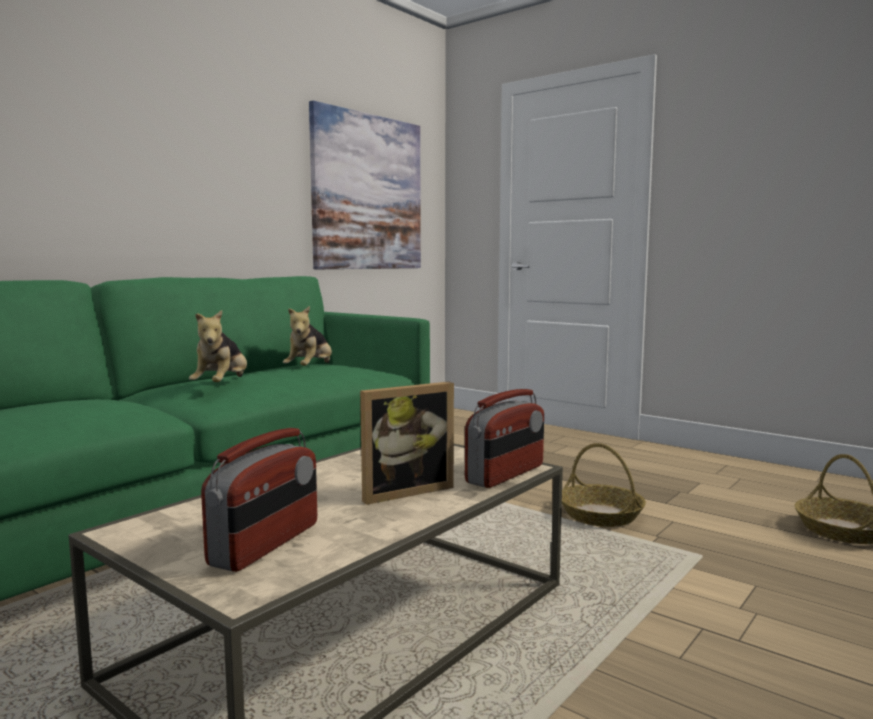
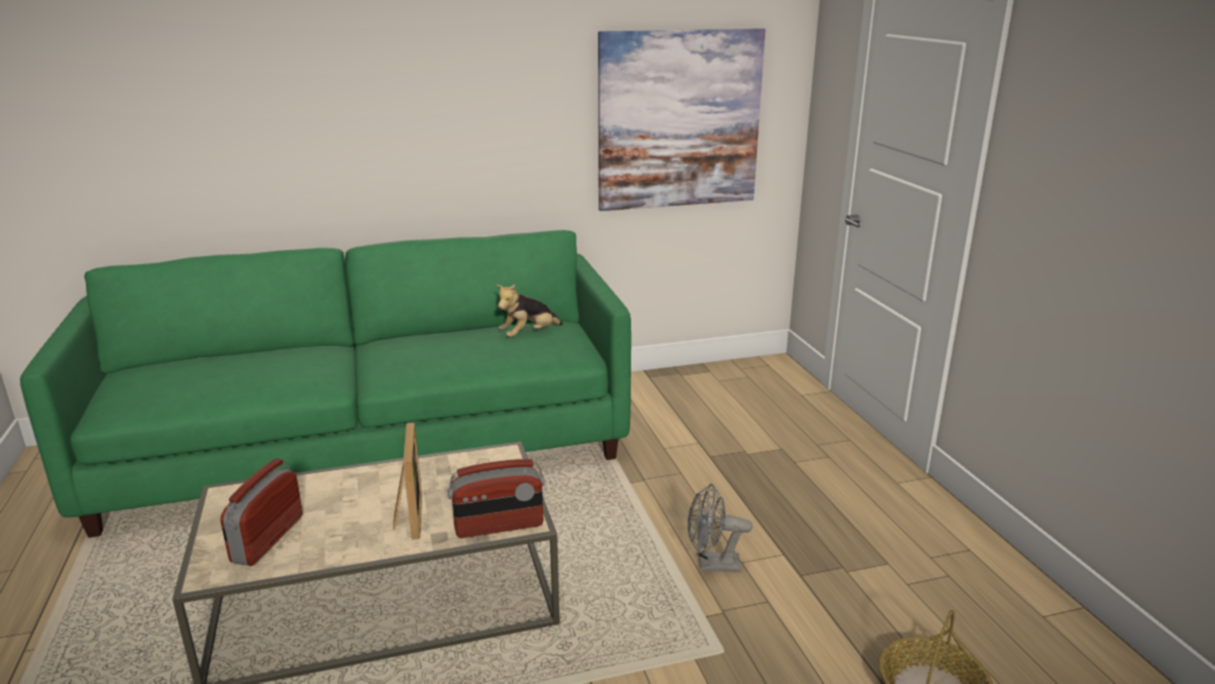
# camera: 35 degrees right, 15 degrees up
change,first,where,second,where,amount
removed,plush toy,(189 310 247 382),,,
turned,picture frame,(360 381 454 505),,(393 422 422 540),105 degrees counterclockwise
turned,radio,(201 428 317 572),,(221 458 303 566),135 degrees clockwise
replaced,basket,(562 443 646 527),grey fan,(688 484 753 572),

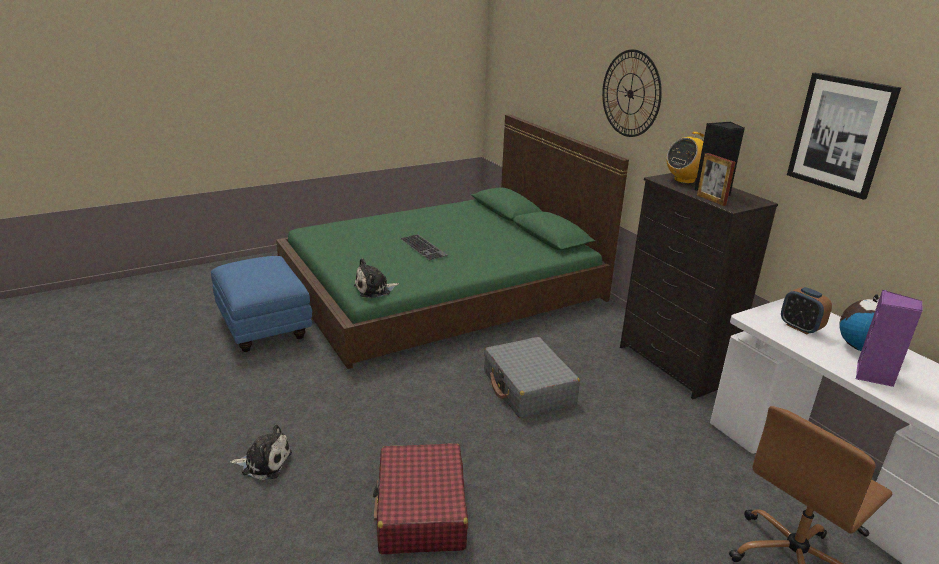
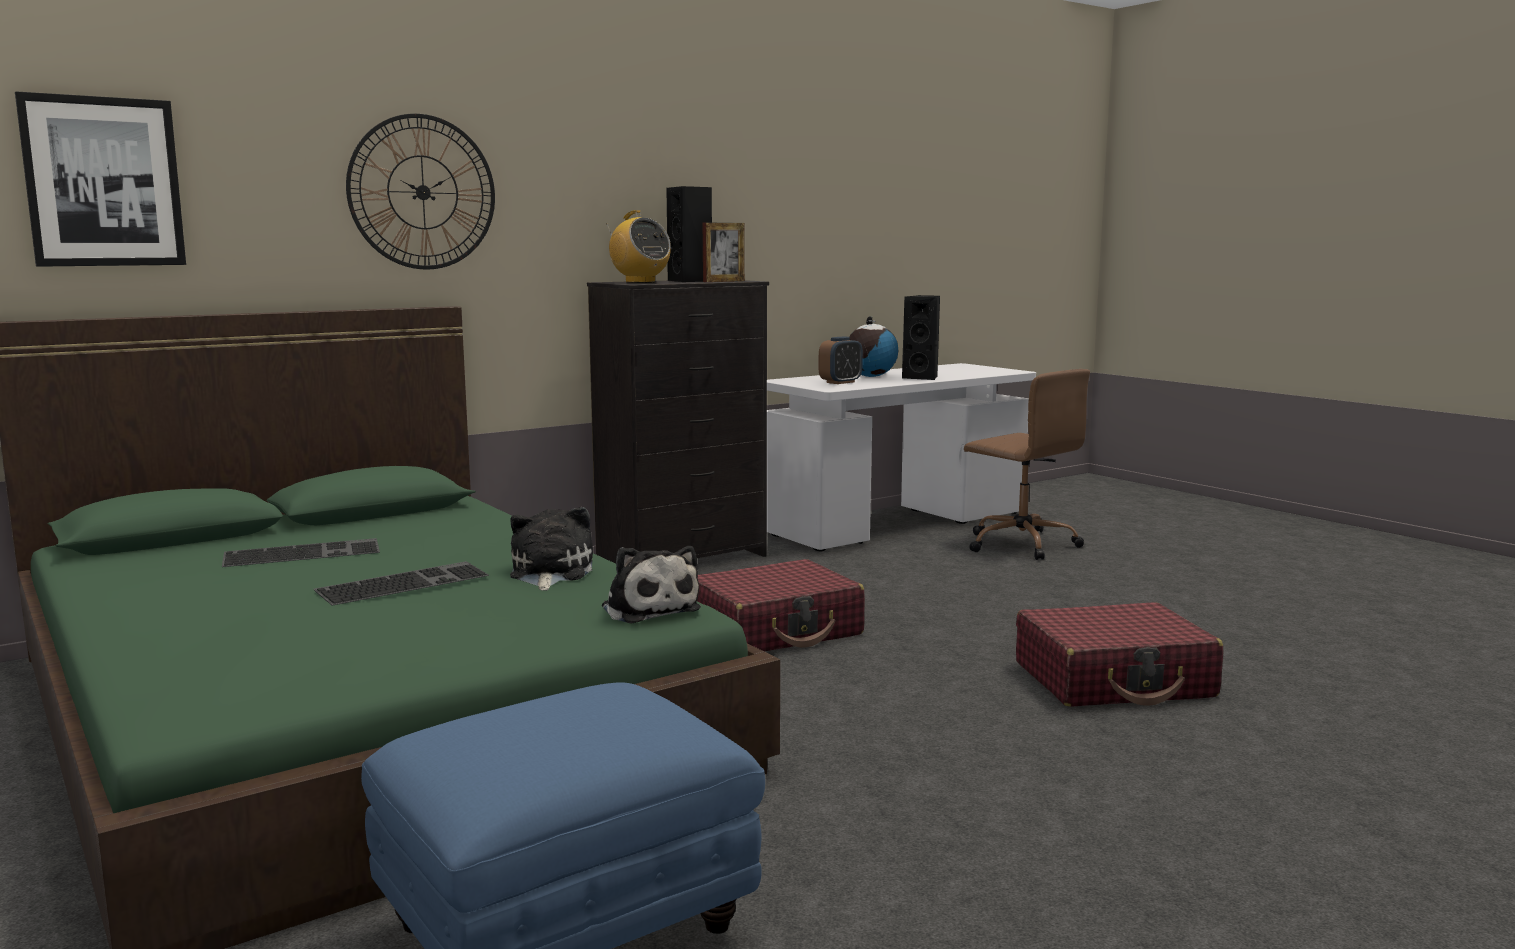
# camera: 95 degrees left, 15 degrees down
change,first,where,second,where,amount
moved,picture,(787 73 901 200),,(15 91 186 267),
recoloured,purple speaker,(856 290 923 387),black speaker,(902 295 940 380),
recoloured,grey suitcase,(484 337 580 418),red suitcase,(697 559 865 652),
moved,plush toy,(230 425 292 480),,(510 507 593 591),
added,,,keyboard,(222 538 380 567),

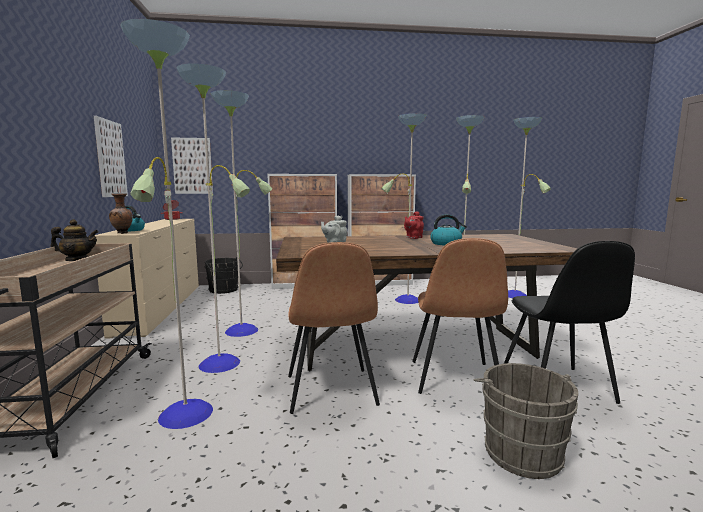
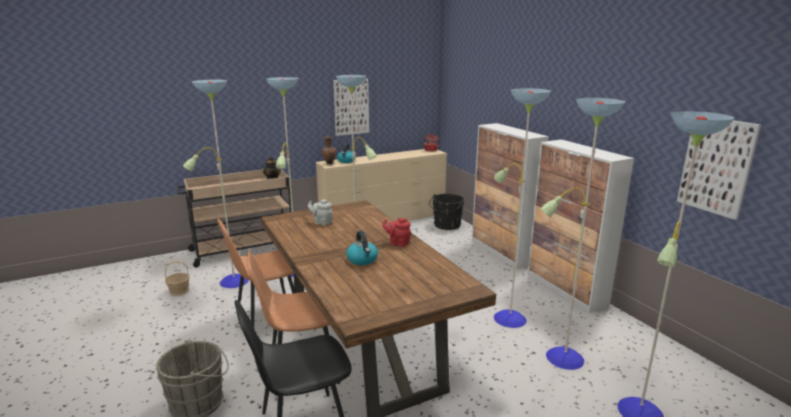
# camera: 70 degrees right, 10 degrees up
change,first,where,second,where,amount
moved,picture,(171 138 213 194),,(677 120 761 220),
added,,,basket,(165 261 190 296),

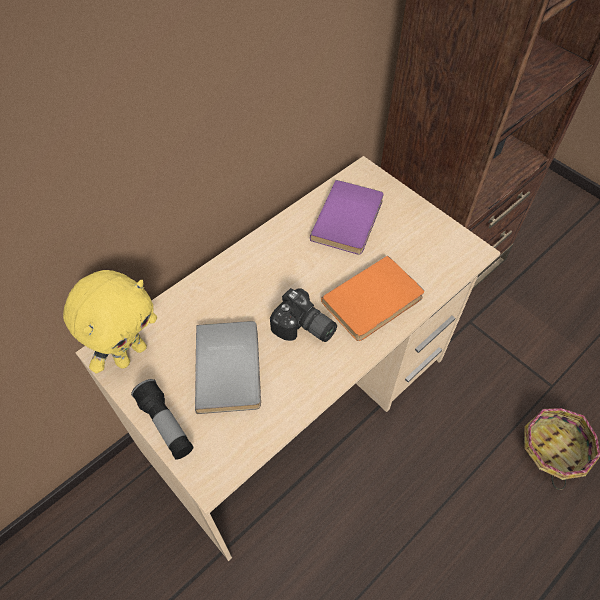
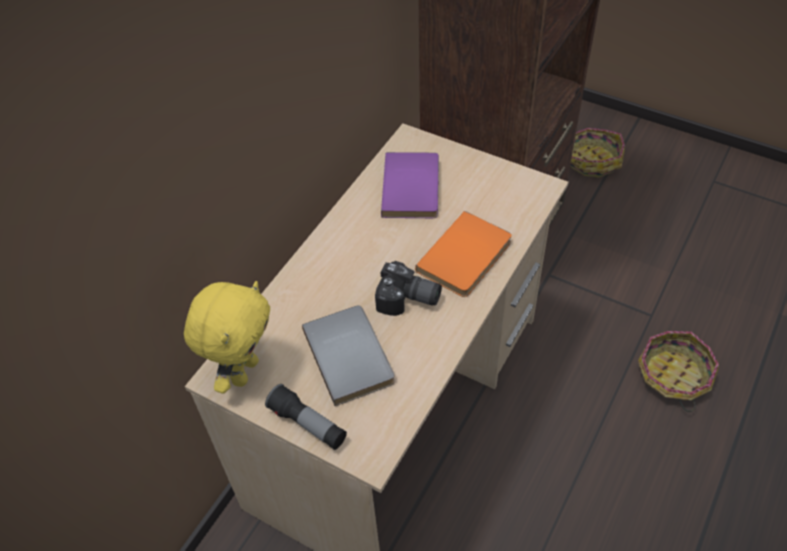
# camera: 15 degrees left, 5 degrees down
change,first,where,second,where,amount
added,,,basket,(570 128 625 178),

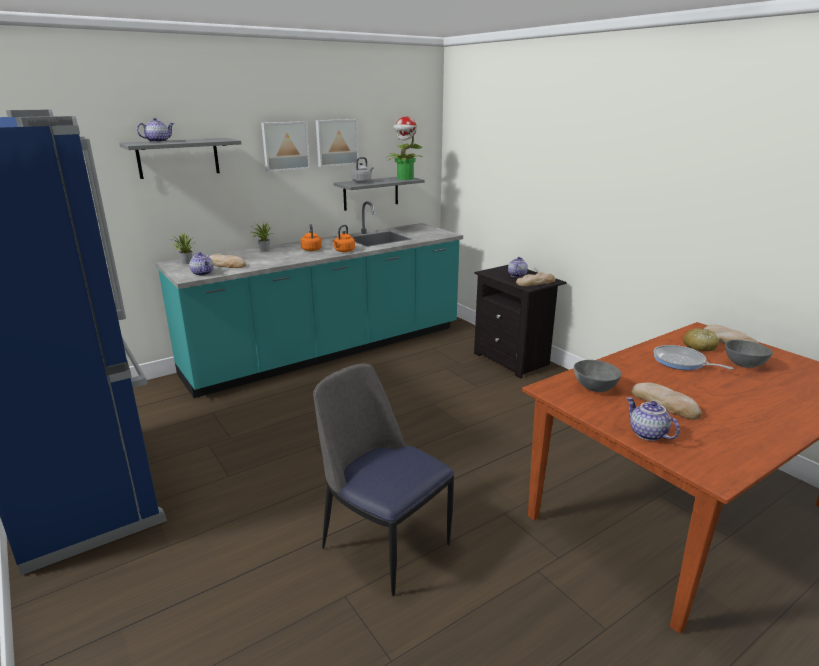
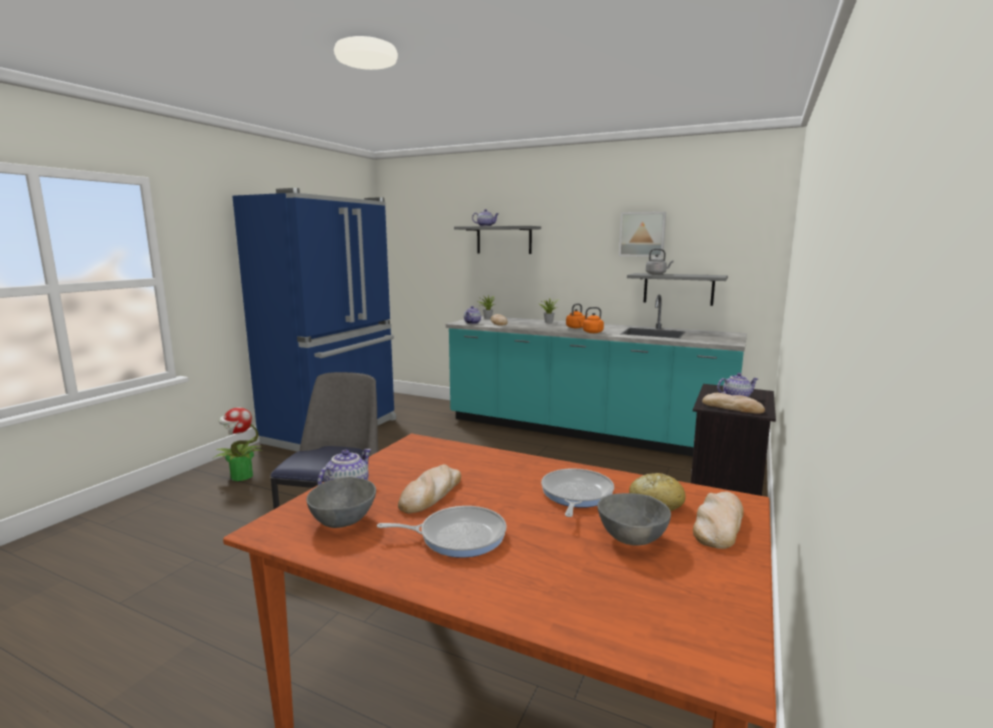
# camera: 60 degrees right, 10 degrees down
change,first,where,second,where,amount
moved,potted plant,(386 116 423 180),,(214 407 262 481),
removed,picture,(261 121 310 172),,,
moved,grey bowl,(574 360 621 392),,(307 477 376 528),
added,,,frying pan,(377 506 506 558),

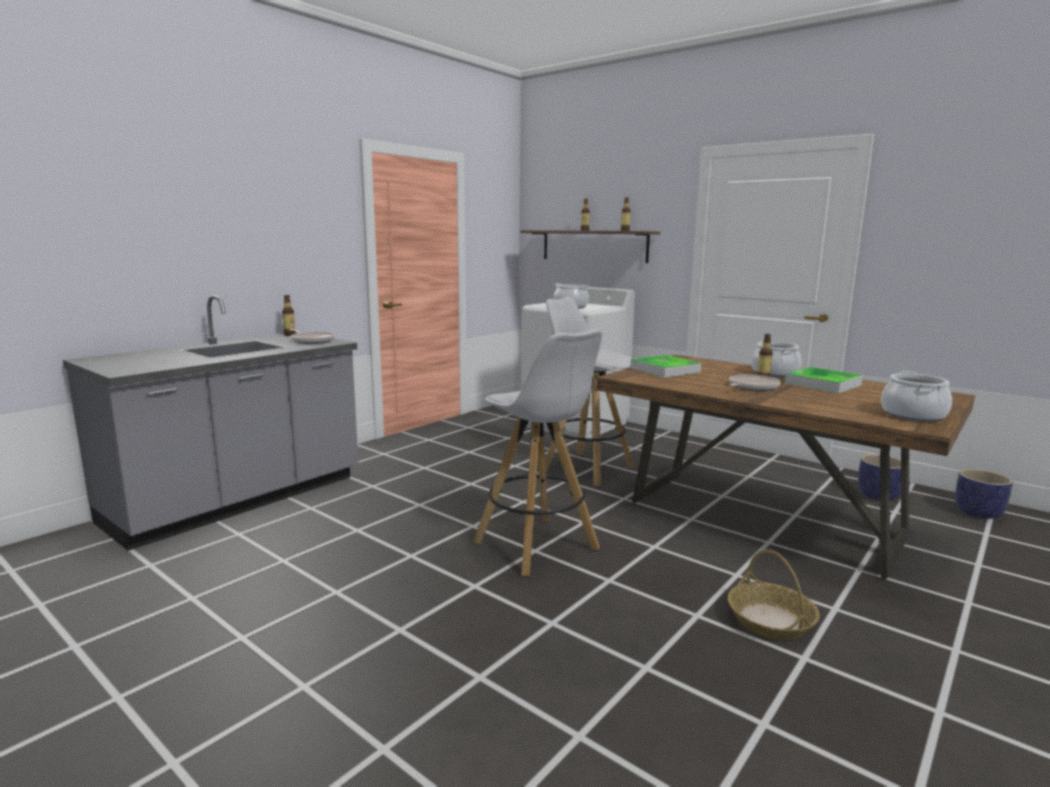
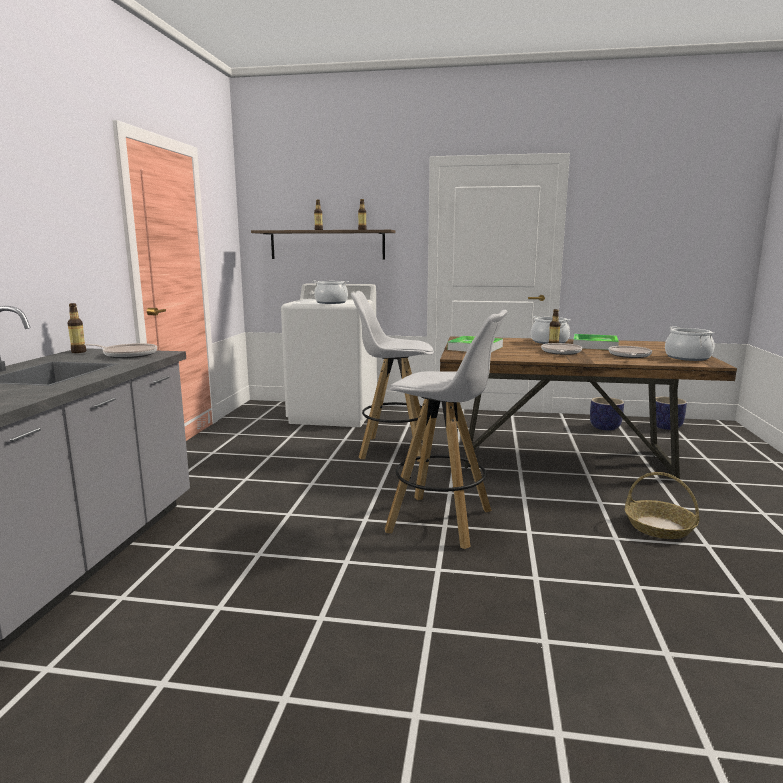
# camera: 30 degrees left, 0 degrees up
change,first,where,second,where,amount
added,,,frying pan,(608 346 652 358),

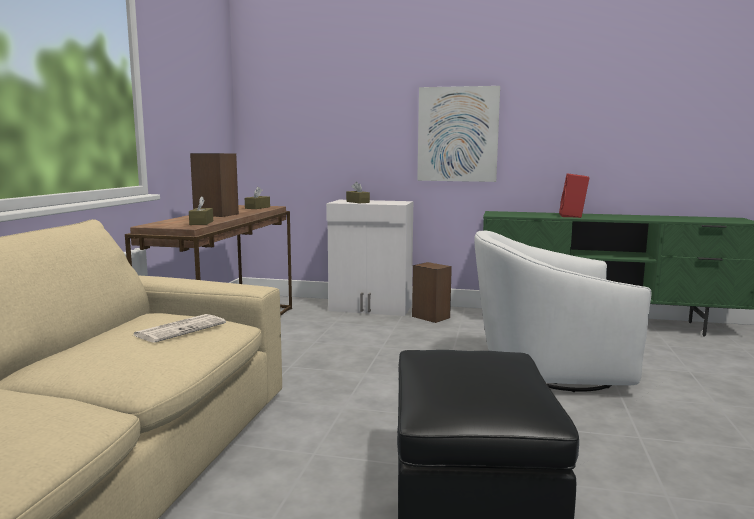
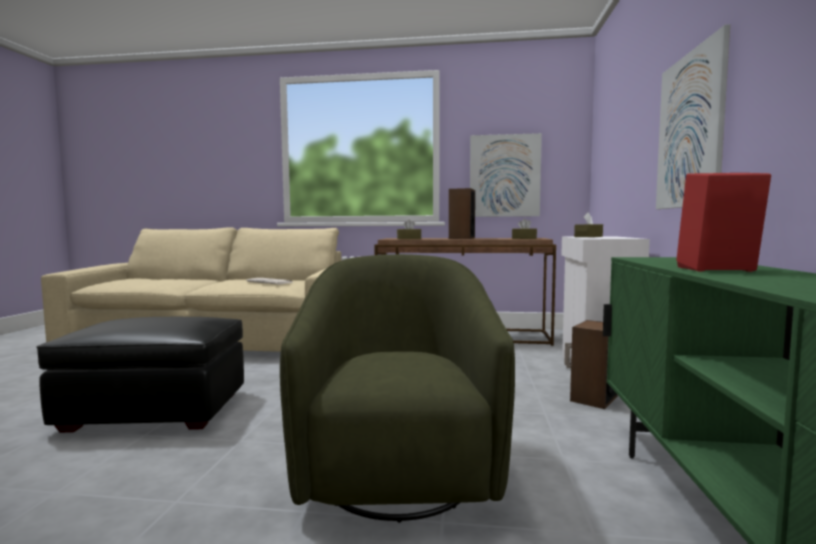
# camera: 85 degrees right, 5 degrees down
change,first,where,second,where,amount
recoloured,white armchair,(474 231 652 392),green armchair,(280 254 515 523),
added,,,picture,(470 133 542 217),

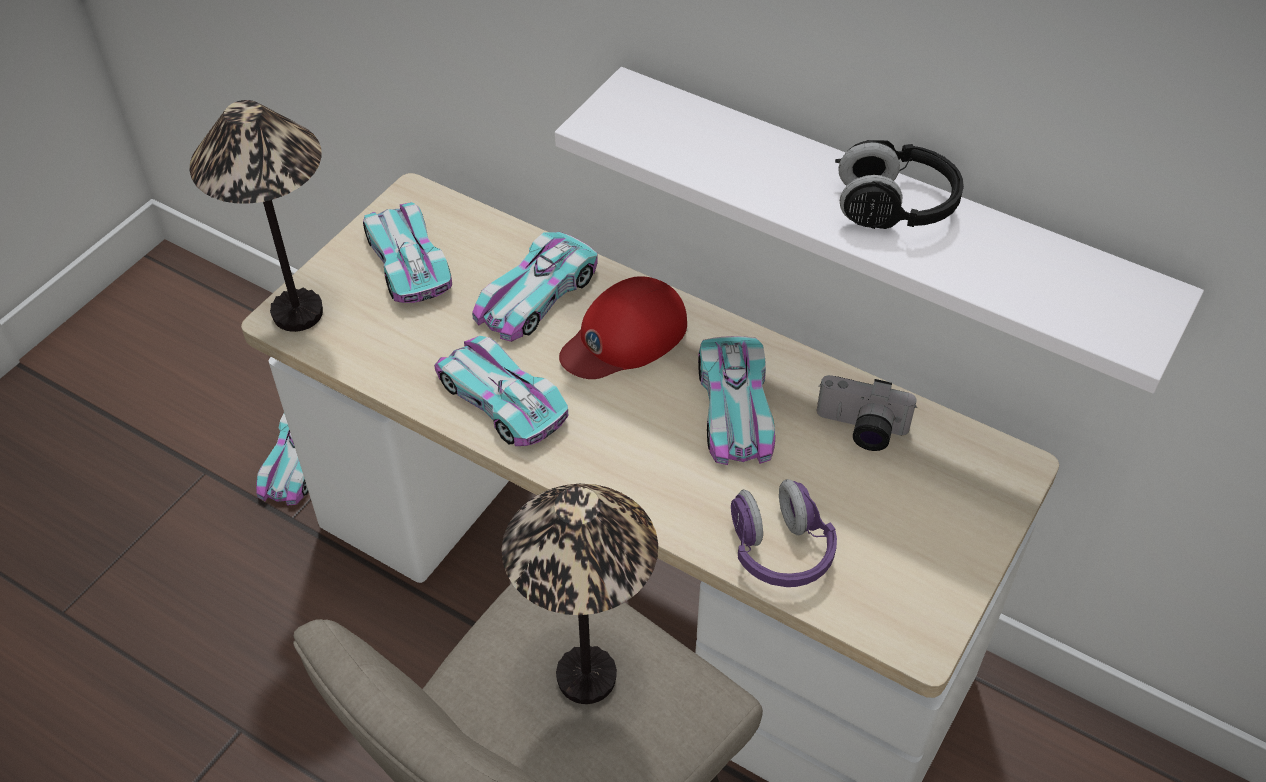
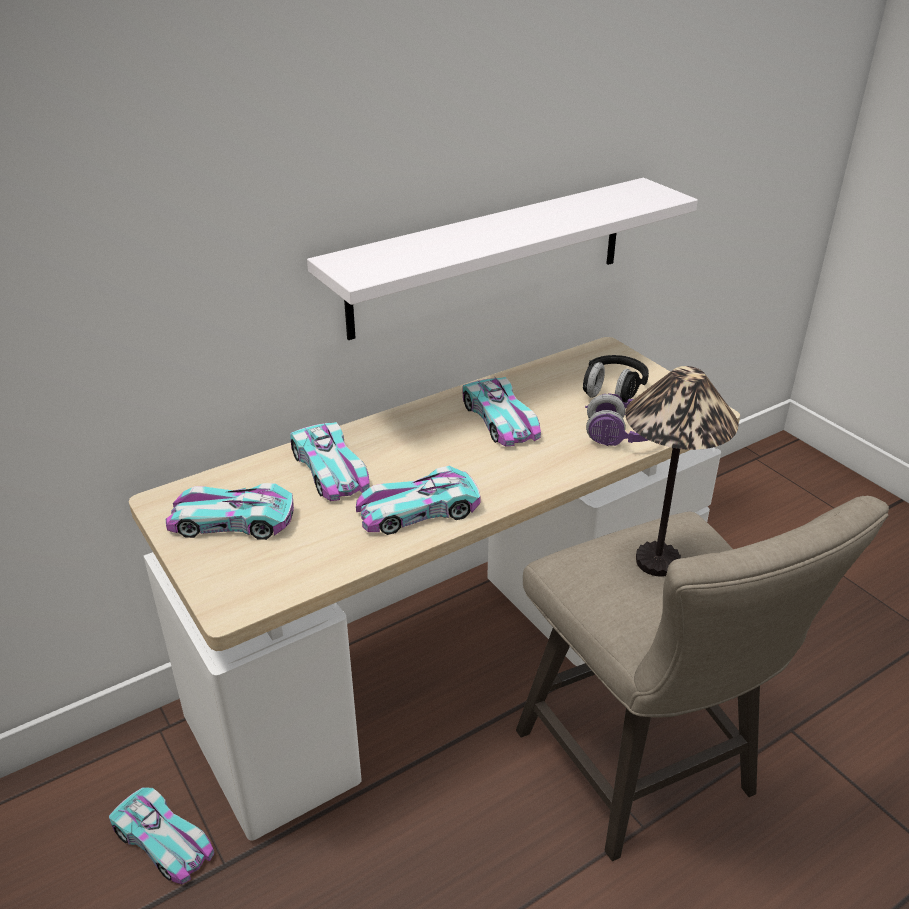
# camera: 65 degrees left, 15 degrees down
change,first,where,second,where,amount
removed,table lamp,(189 100 323 332),,,
moved,black headphones,(835 140 964 229),,(583 355 649 403),
removed,red cap,(559 276 687 379),,,
turned,toy car,(698 336 775 465),,(463 377 541 447),45 degrees clockwise
removed,photo camera,(817 375 917 451),,,

